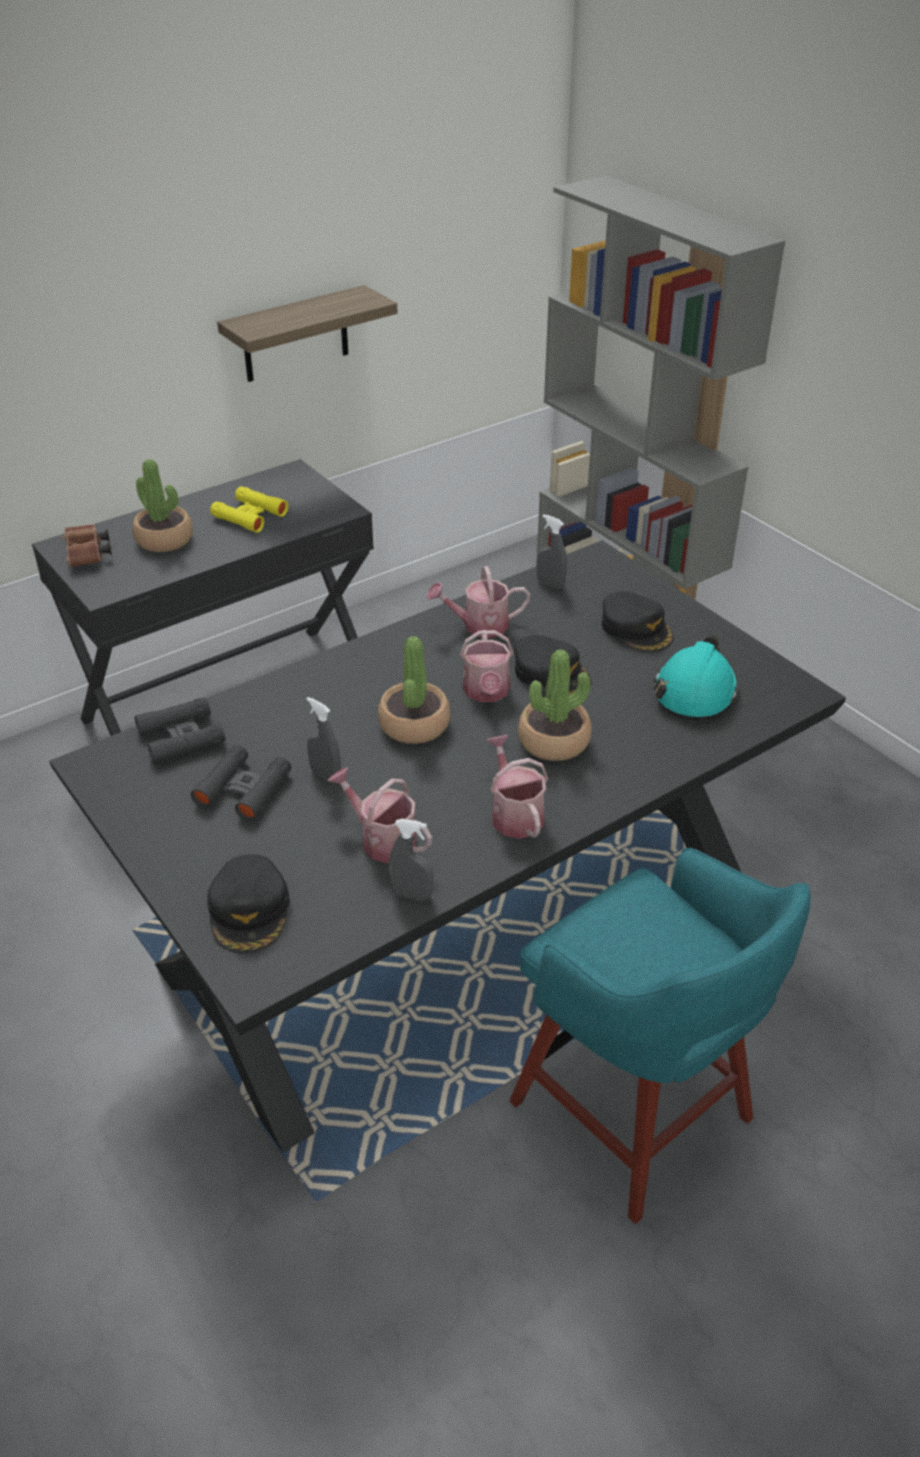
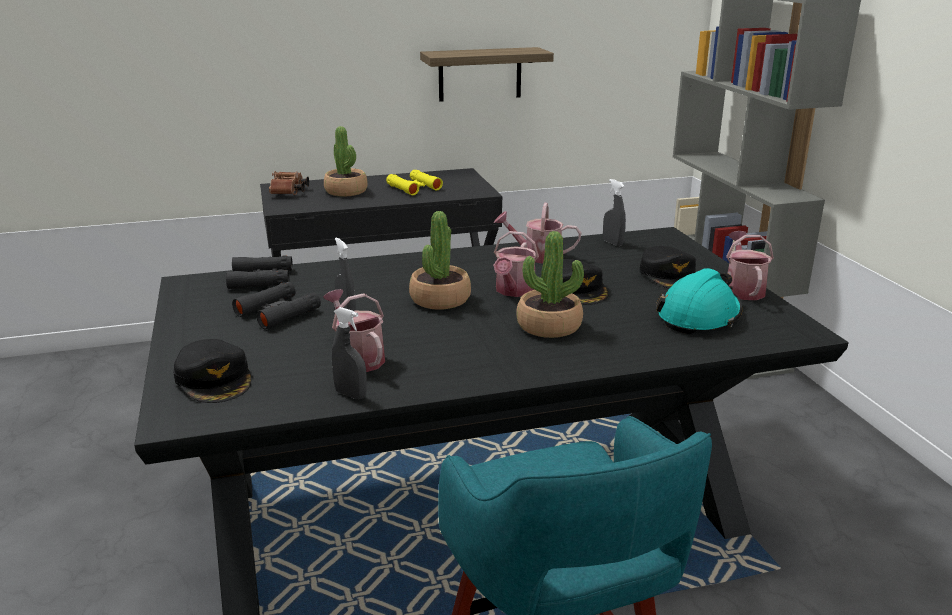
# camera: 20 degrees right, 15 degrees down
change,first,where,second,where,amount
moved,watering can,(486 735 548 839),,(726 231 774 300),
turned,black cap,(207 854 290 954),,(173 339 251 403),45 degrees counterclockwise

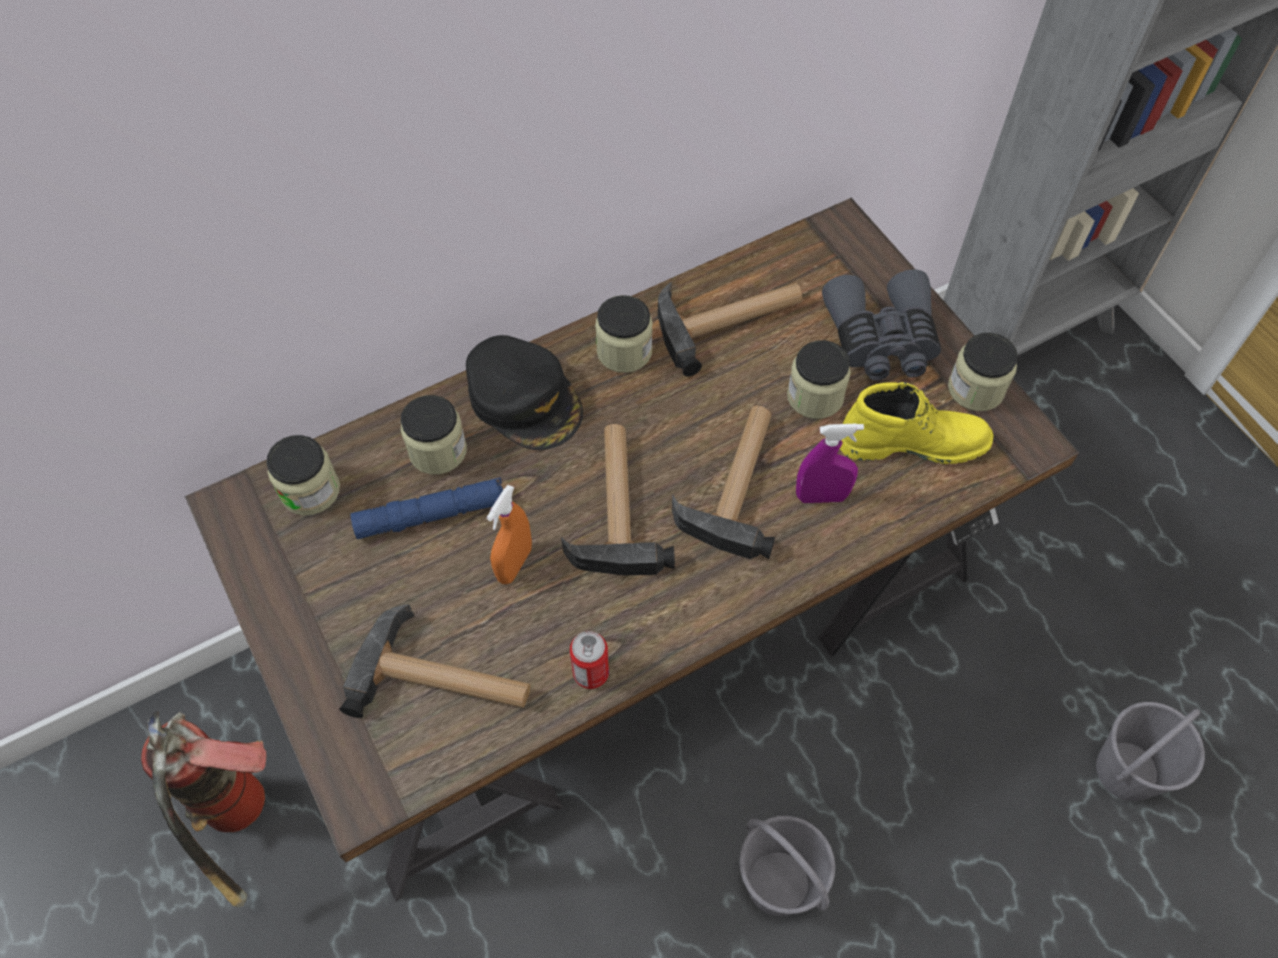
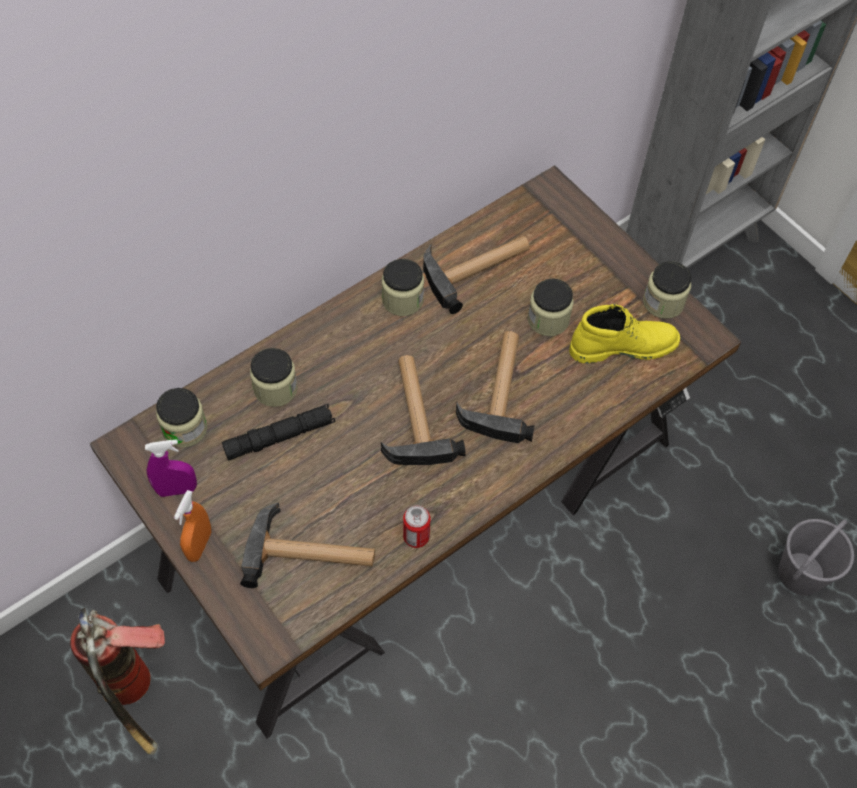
# camera: 10 degrees left, 0 degrees up
change,first,where,second,where,amount
removed,grey binoculars,(822 269 941 381),,,
removed,black cap,(466 335 583 450),,,
moved,purple spray bottle,(796 424 864 503),,(145 439 197 497),
recoloured,blue flashlight,(350 477 503 539),black flashlight,(222 404 335 461),
moved,orange spray bottle,(487 485 532 584),,(174 490 211 562),
removed,grey bucket,(739 816 835 917),,,

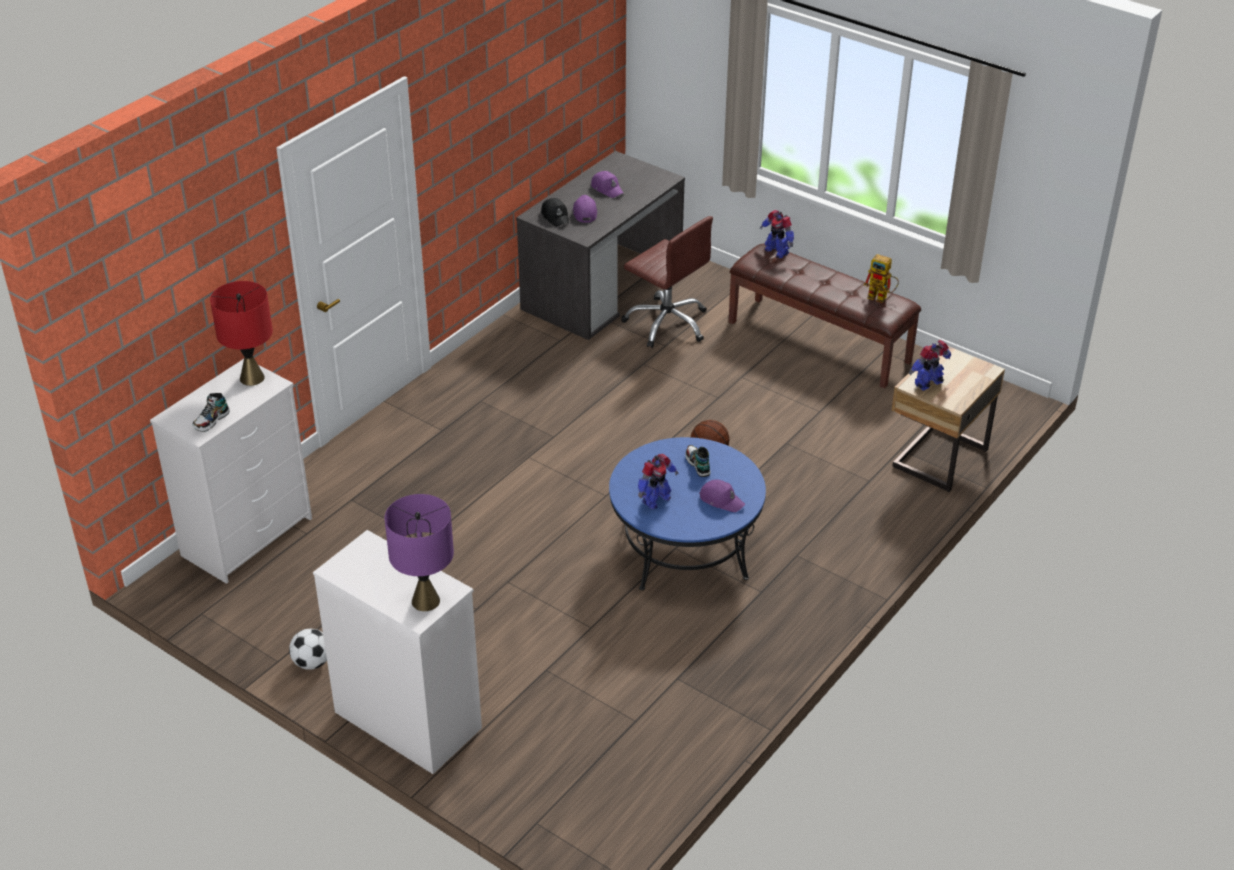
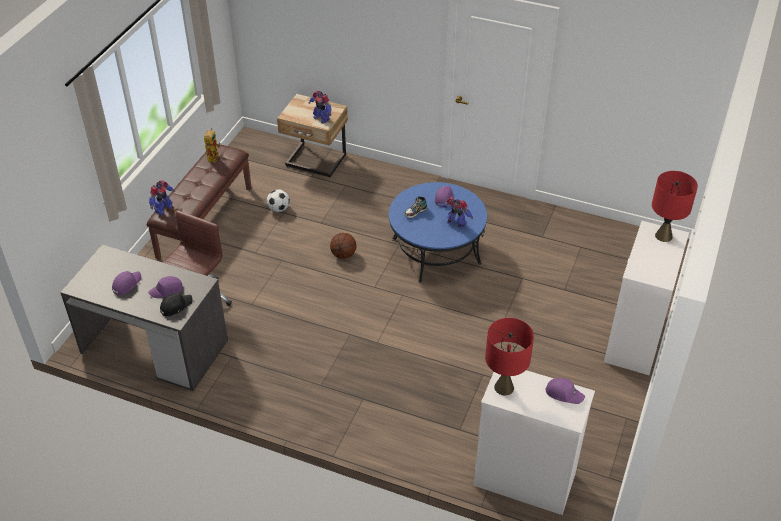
# camera: 105 degrees left, 5 degrees up
change,first,where,second,where,amount
replaced,shoe,(192 393 230 432),purple cap,(545 378 585 404),
recoloured,purple table lamp,(385 494 454 611),red table lamp,(652 171 698 242),
moved,football,(289 629 327 670),,(267 189 290 212),

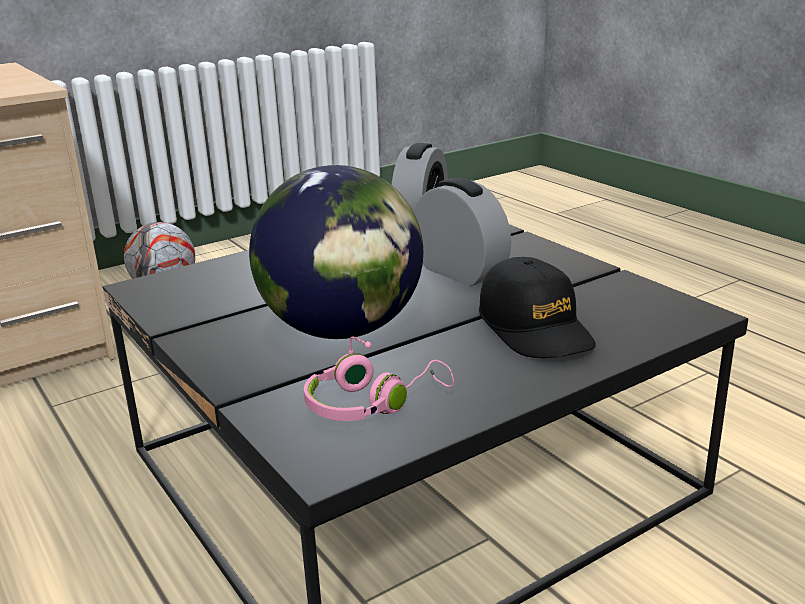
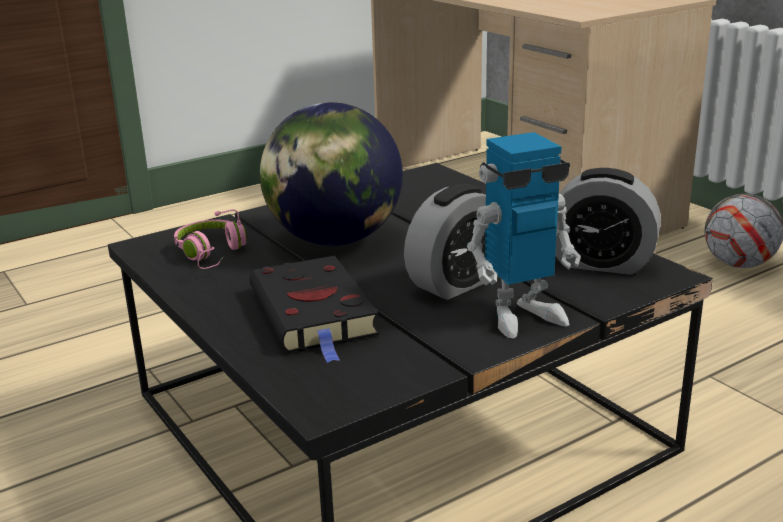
# camera: 90 degrees right, 0 degrees up
change,first,where,second,where,amount
replaced,black cap,(479 257 596 358),black book,(249 256 379 363),
added,,,toy robot,(467 132 581 338),

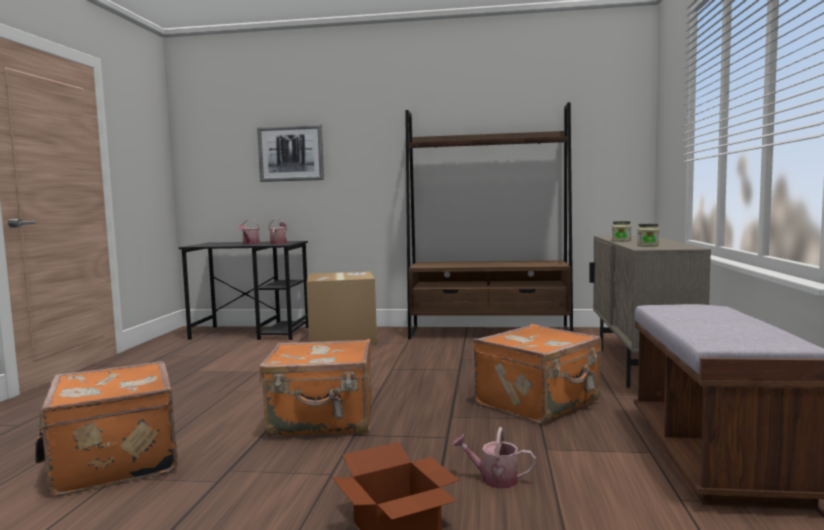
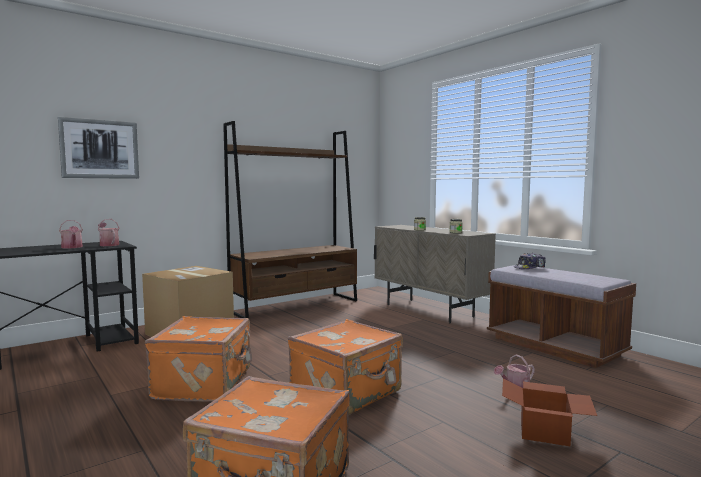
# camera: 45 degrees left, 0 degrees up
change,first,where,second,where,amount
moved,orange suitcase,(473 324 602 424),,(145 316 252 402),
added,,,cap,(514 253 546 269),

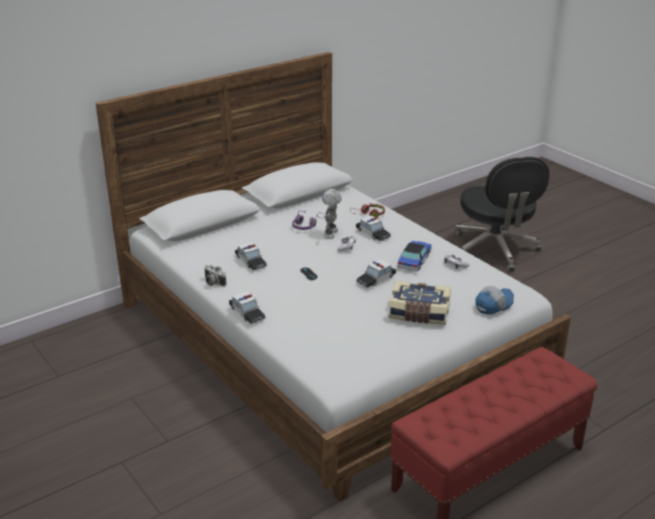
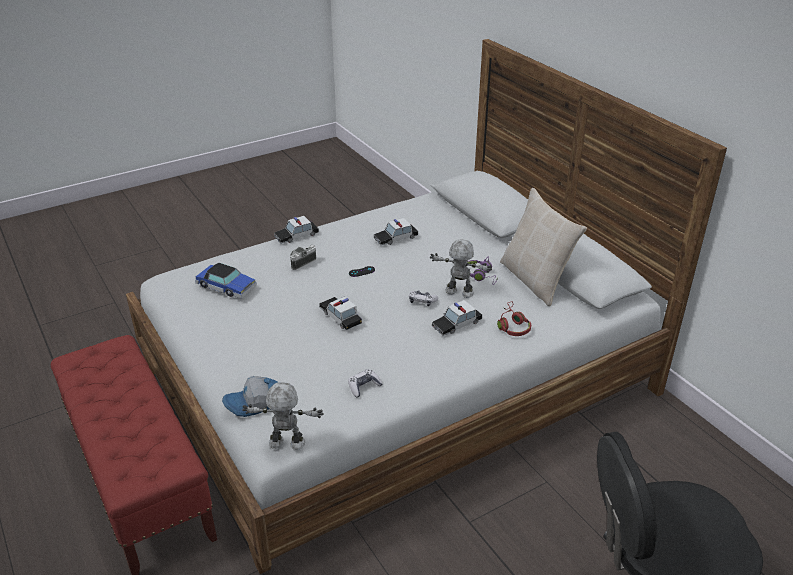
# camera: 95 degrees right, 5 degrees up
change,first,where,second,where,amount
moved,toy car,(397 241 432 272),,(195 263 257 299),
moved,photo camera,(204 264 226 286),,(290 245 316 270),
removed,book,(389 281 451 325),,,
turned,cap,(476 286 514 314),,(222 376 278 417),105 degrees clockwise
added,,,beige pillow,(500 188 587 306),
added,,,toy robot,(242 382 324 450),

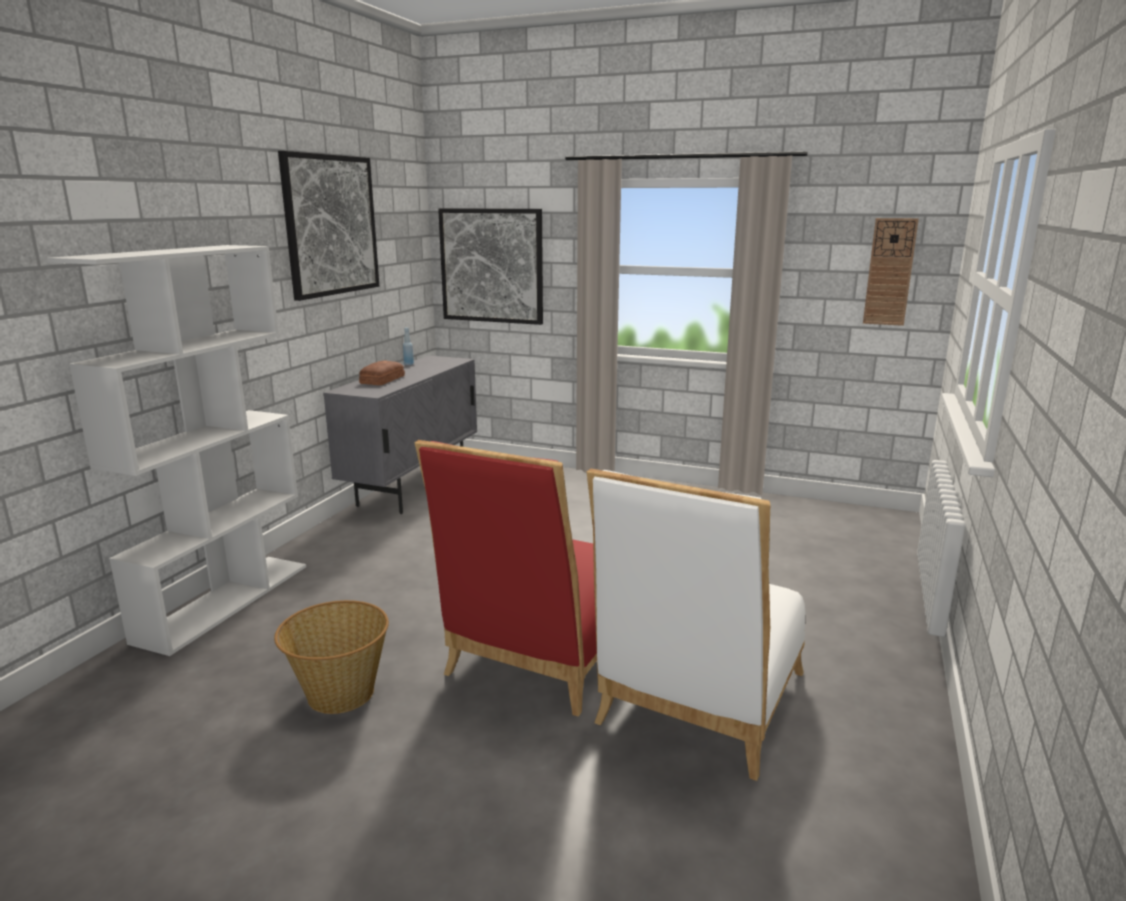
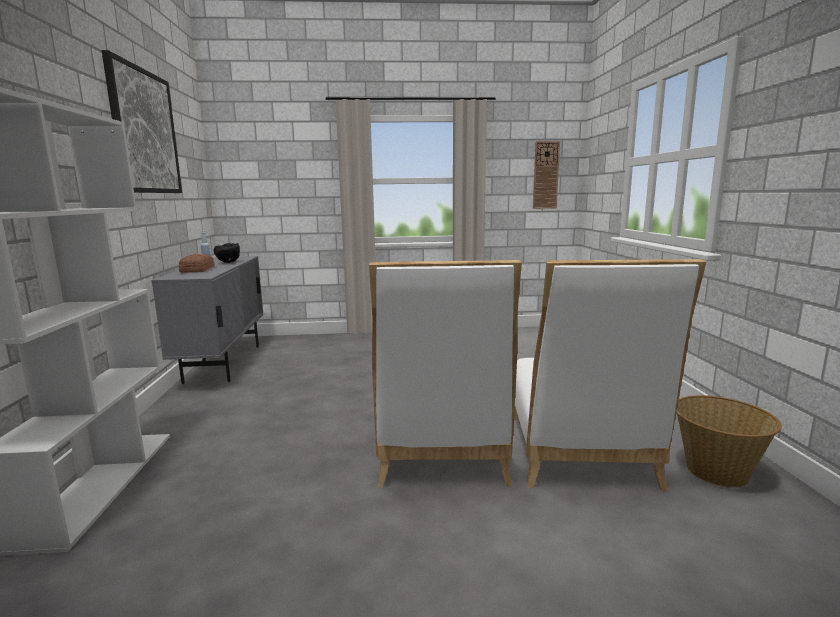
# camera: 25 degrees left, 5 degrees down
change,first,where,second,where,amount
removed,picture,(438 208 543 325),,,
recoloured,red chair,(415 440 597 716),white chair,(369 260 522 487),
moved,basket,(274 600 389 714),,(676 395 782 487),
added,,,black bowl,(214 243 240 263),

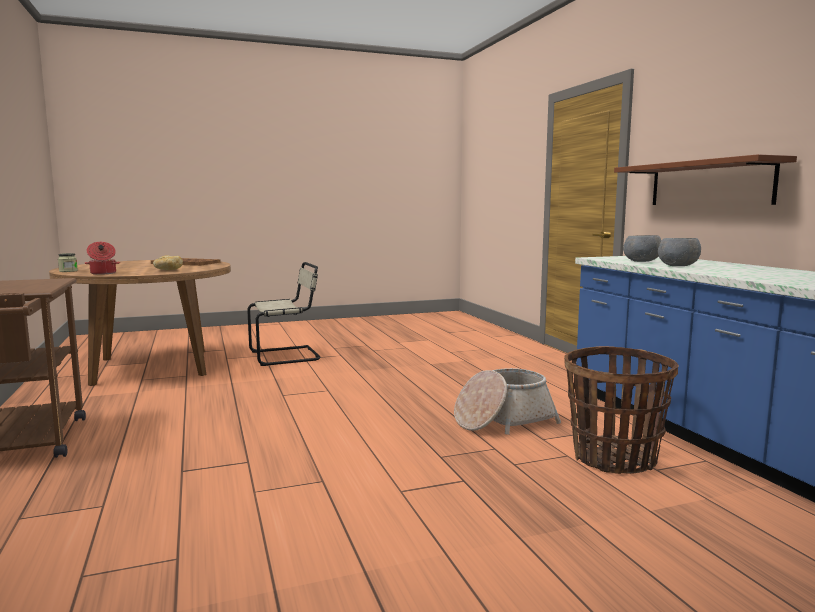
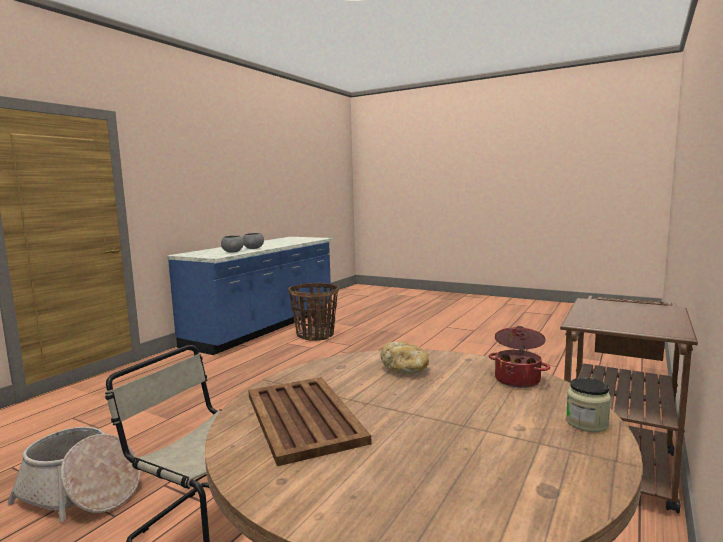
# camera: 130 degrees left, 0 degrees up
change,first,where,second,where,amount
removed,brown shelf,(614 154 797 205),,,
moved,basket,(454 368 561 435),,(7 427 140 522),

